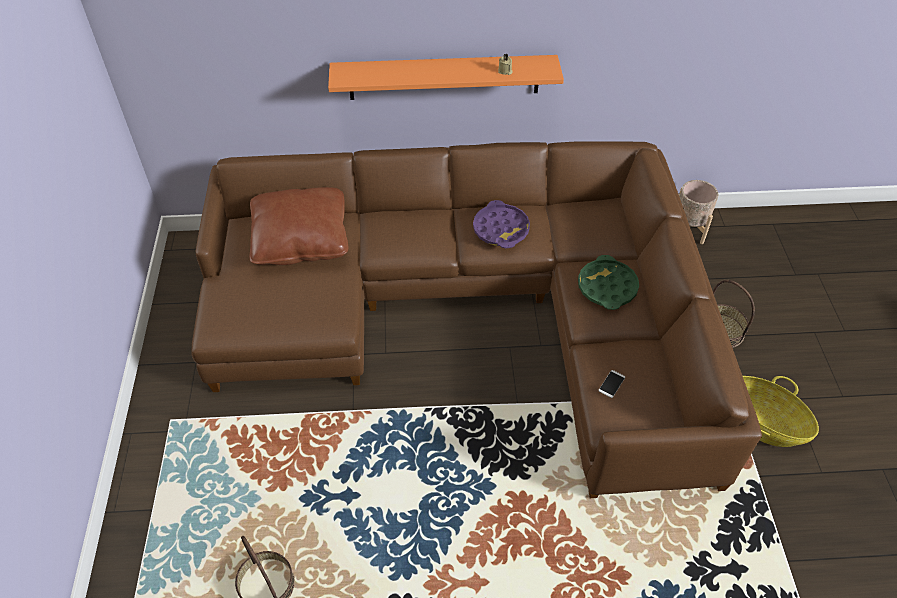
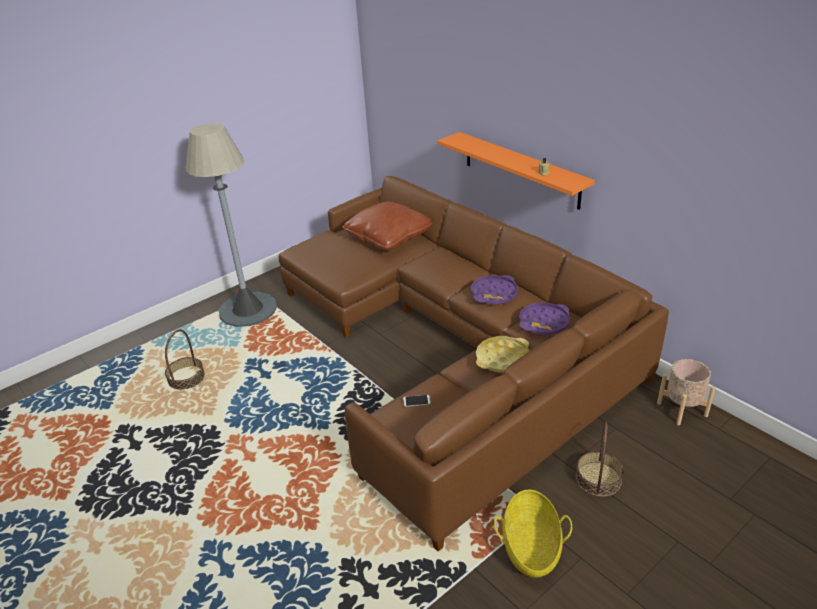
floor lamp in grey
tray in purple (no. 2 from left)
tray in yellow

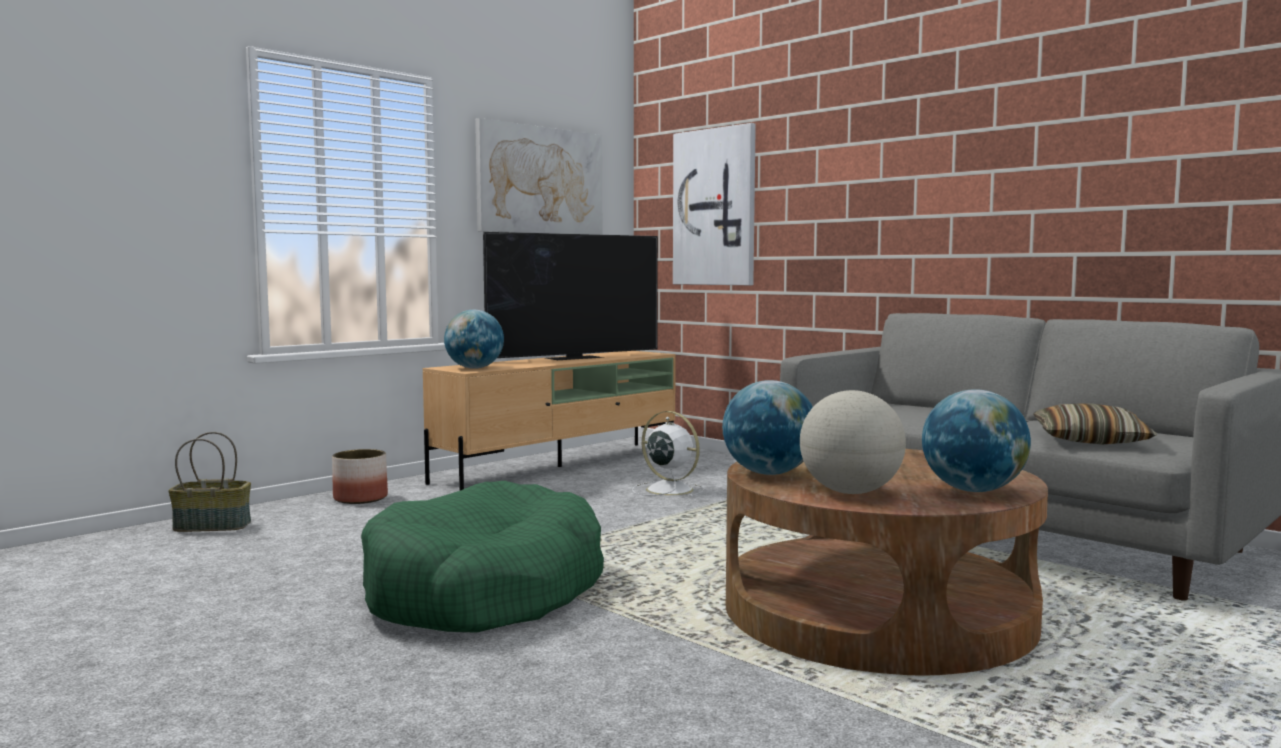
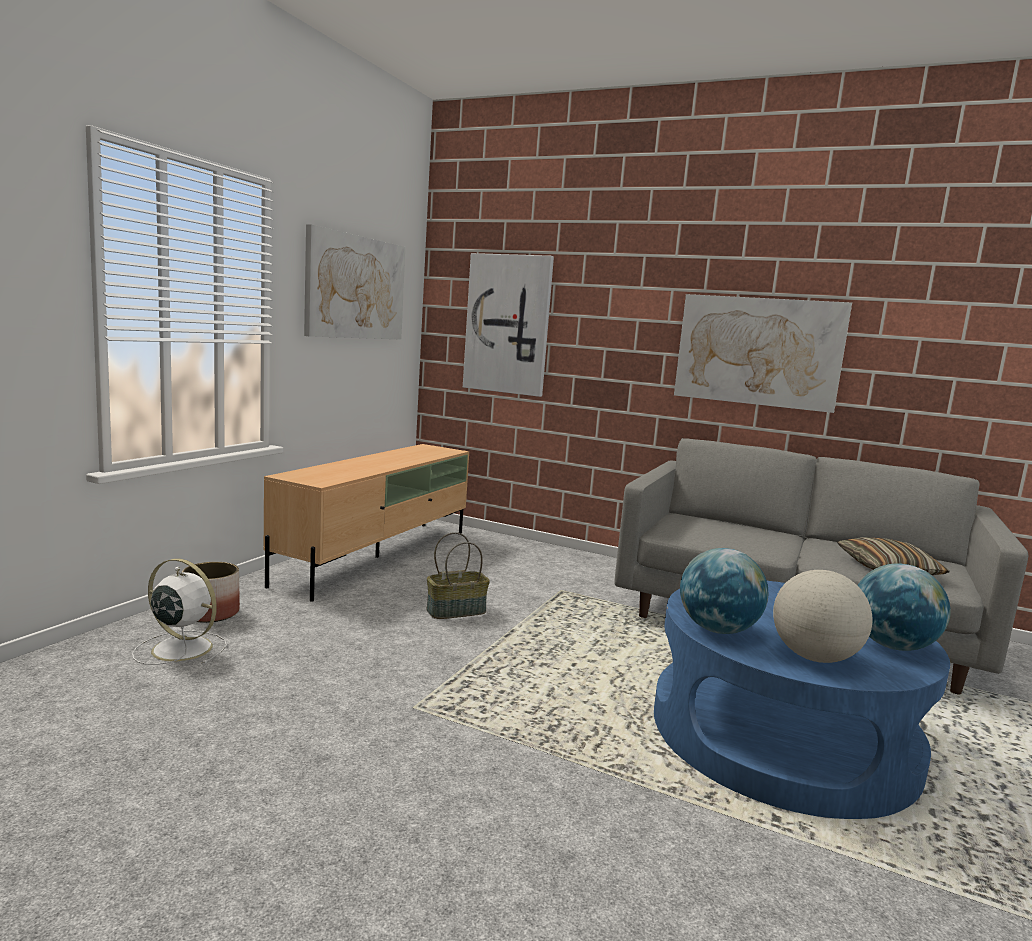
dog bed in green
globe (no. 1 from left in the first image)
television
picture (no. 3 from left)
basket
fan in white
coffee table in blue

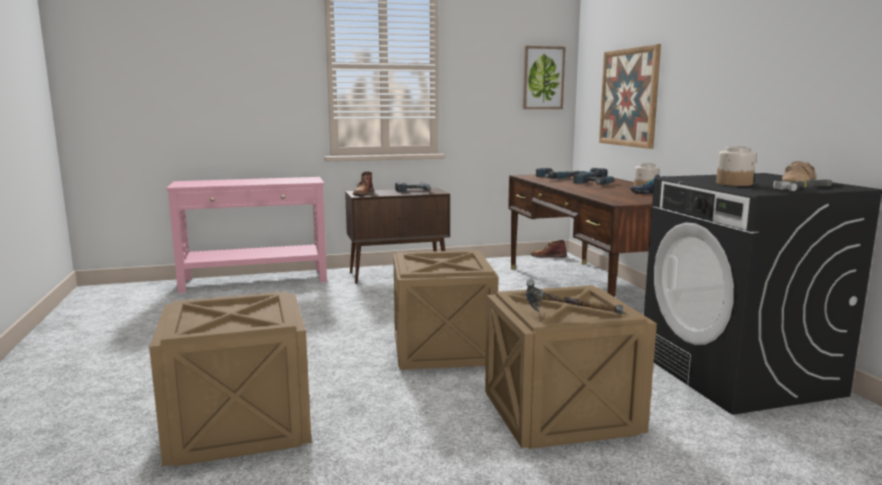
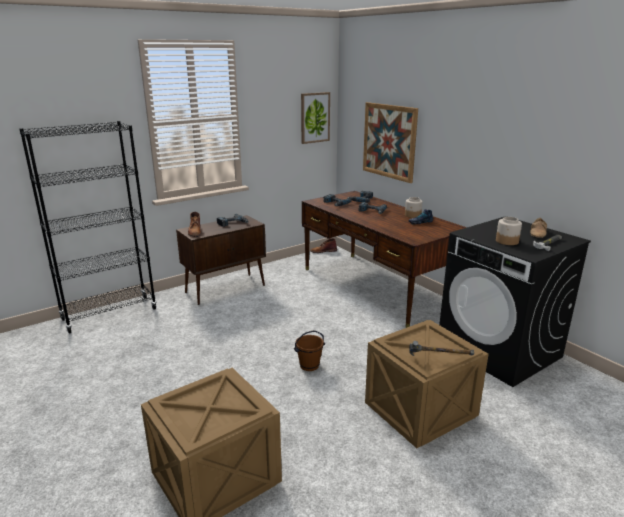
bookcase in black
bucket in brown

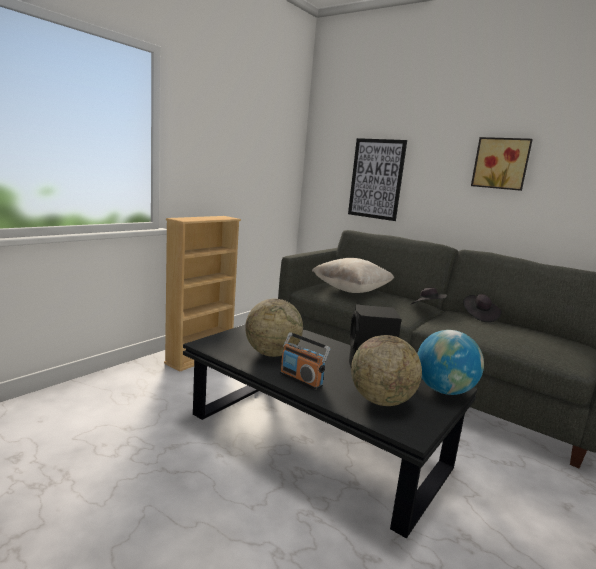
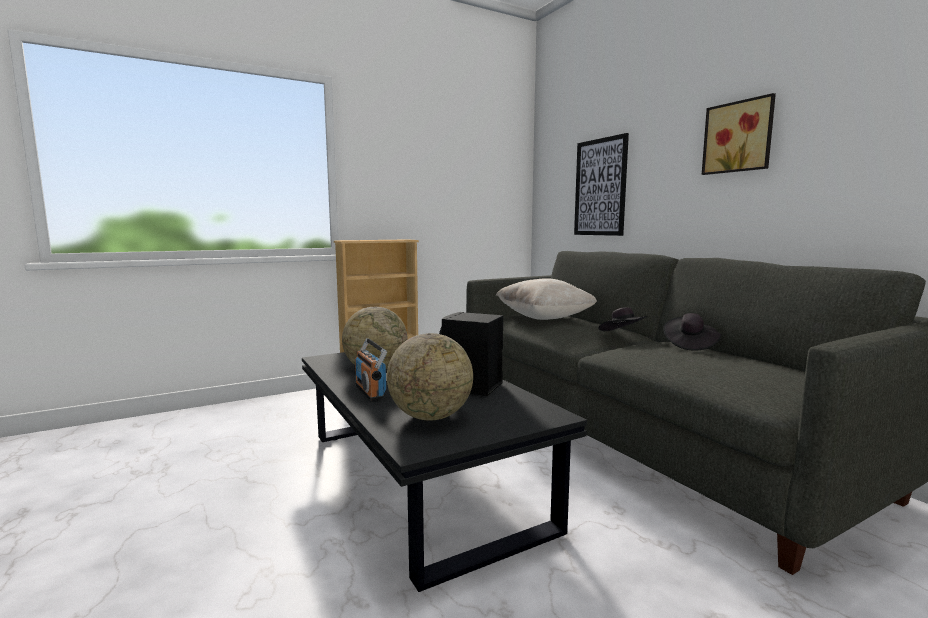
globe (no. 3 from left in the first image)

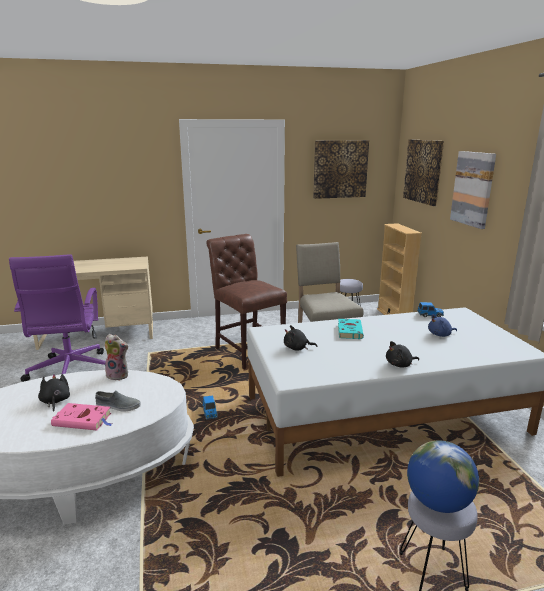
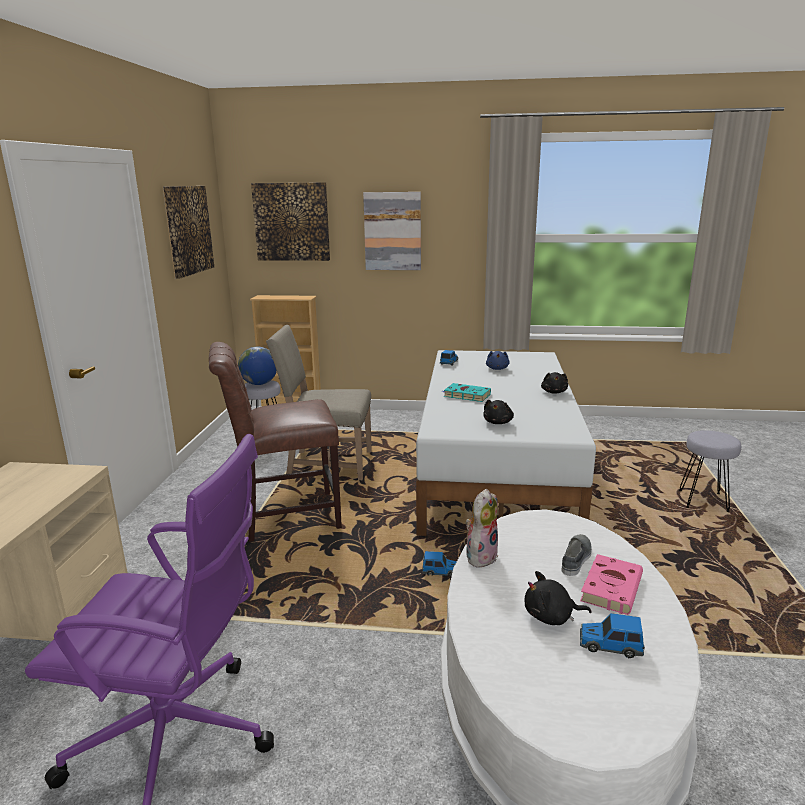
toy car (no. 3 from left)
globe

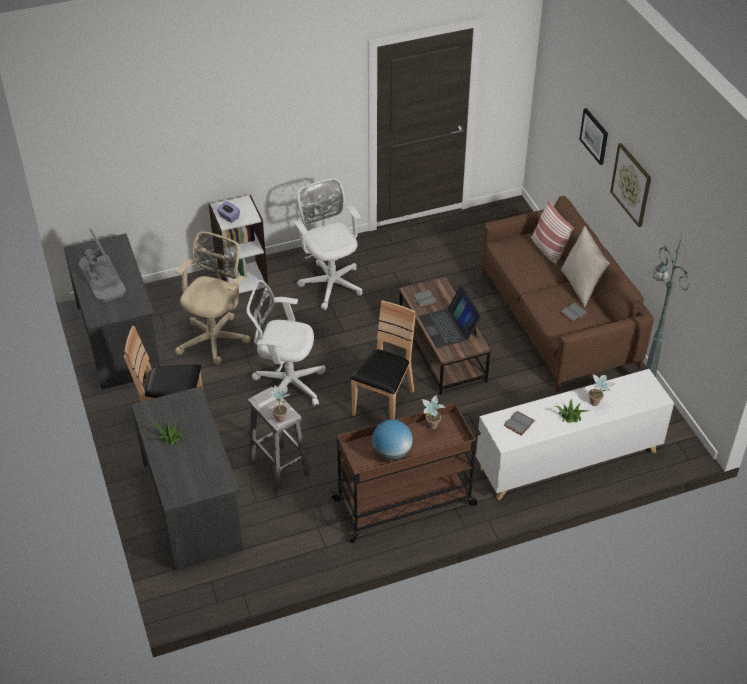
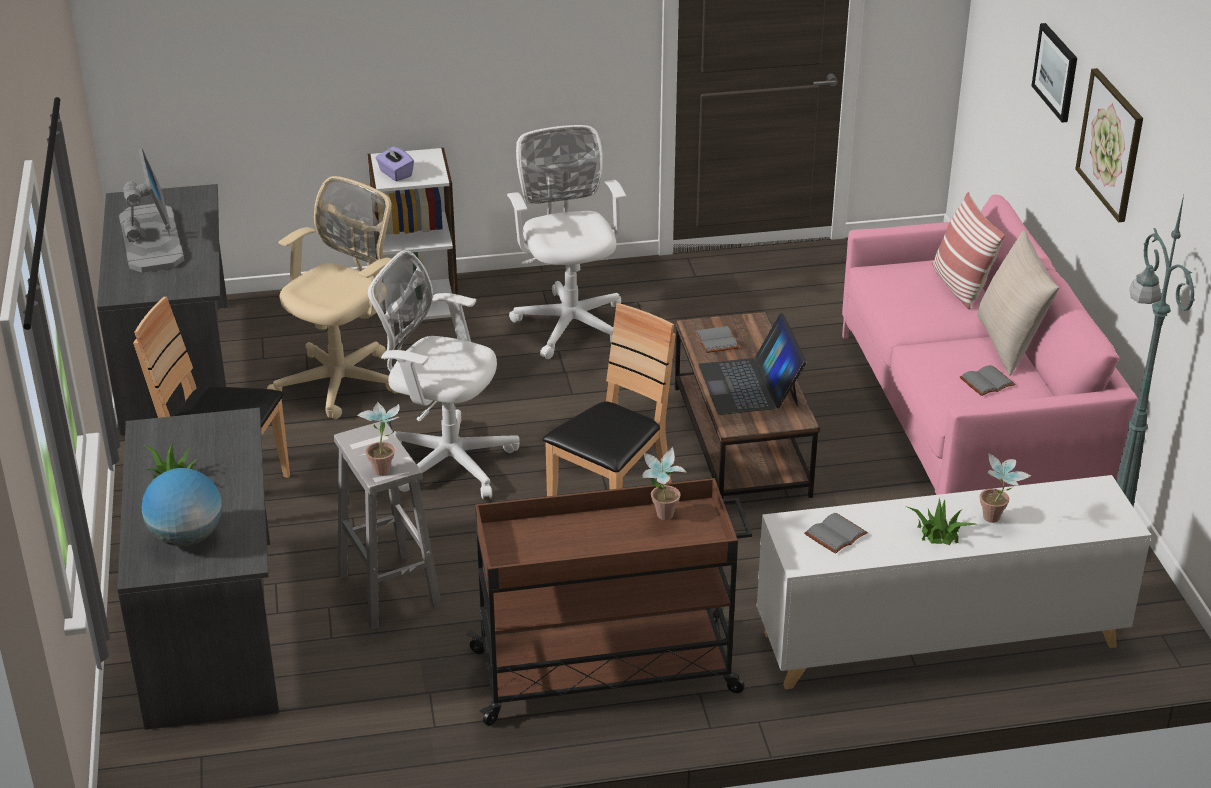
globe
sofa in pink

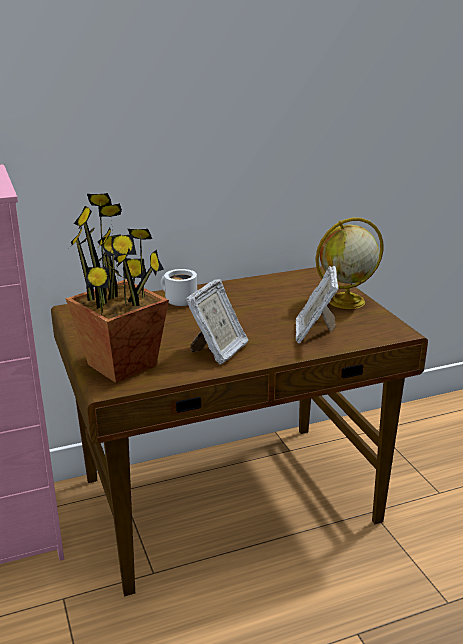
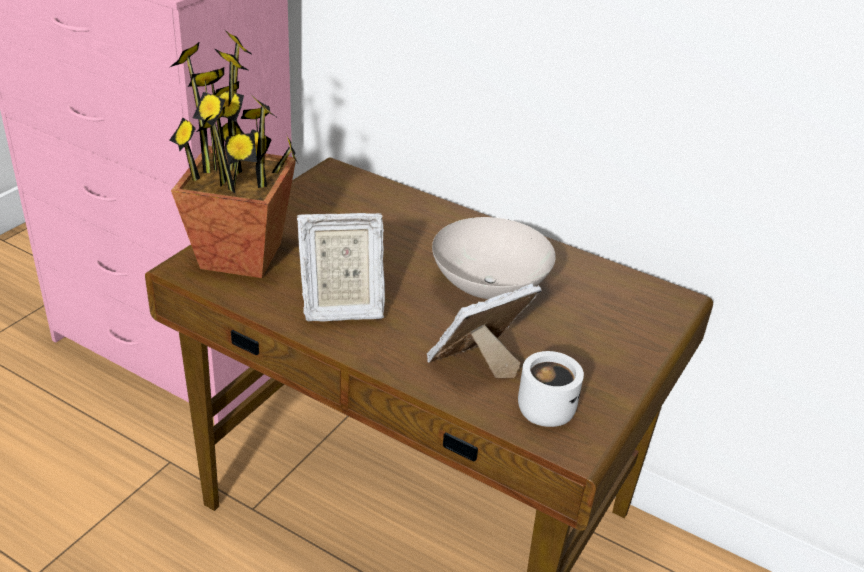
globe
bowl in white
mug in white

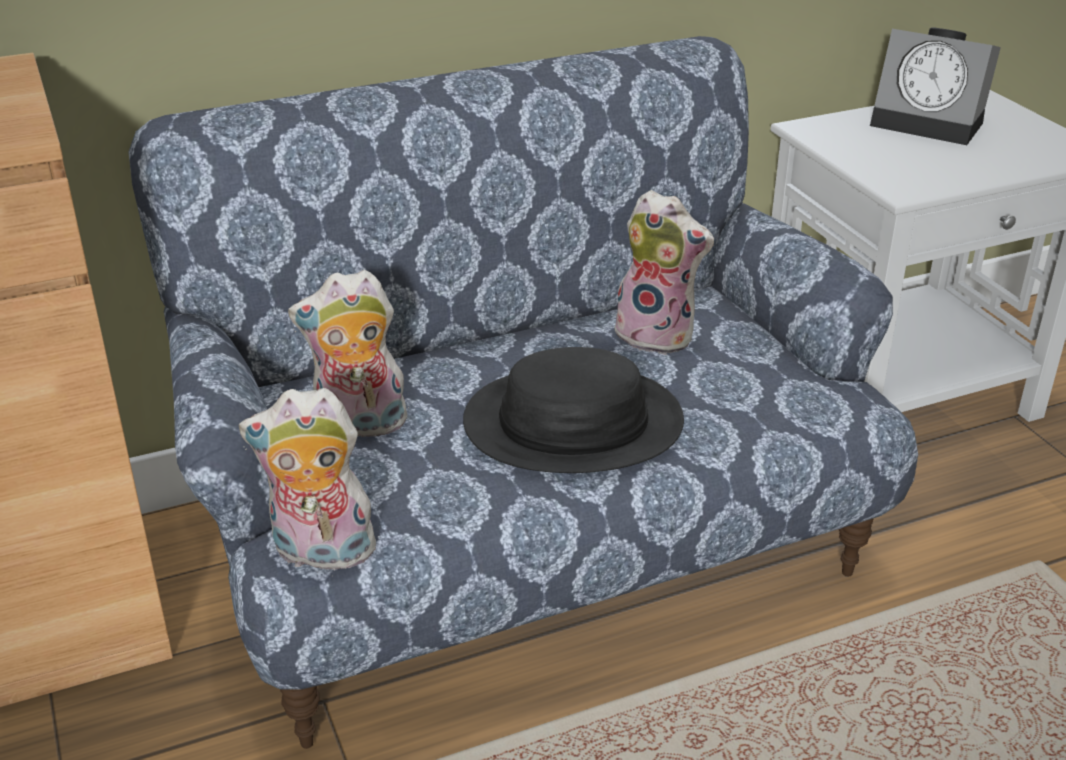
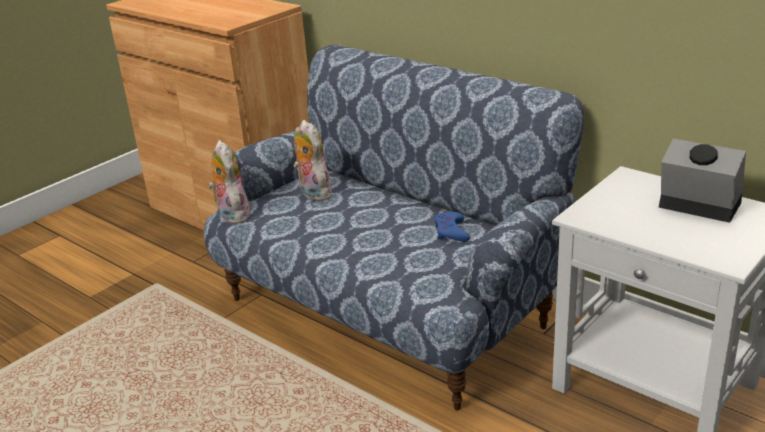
hat in black
game controller in blue
alarm clock

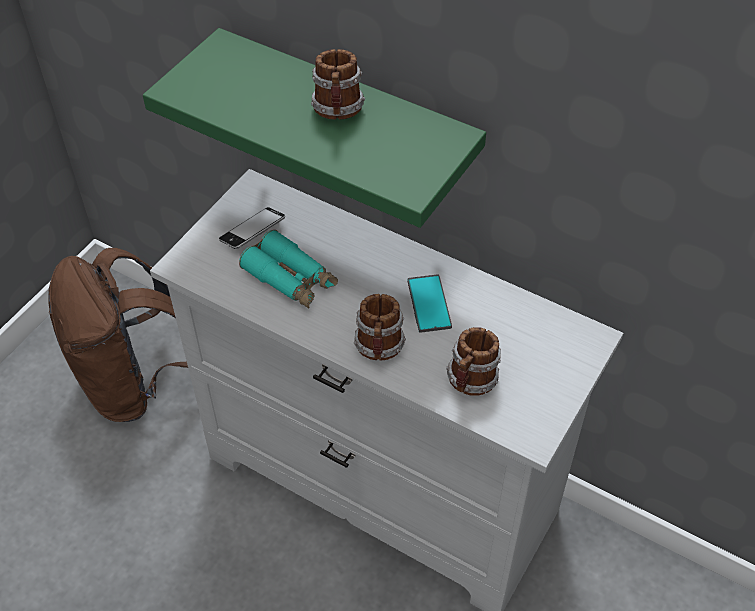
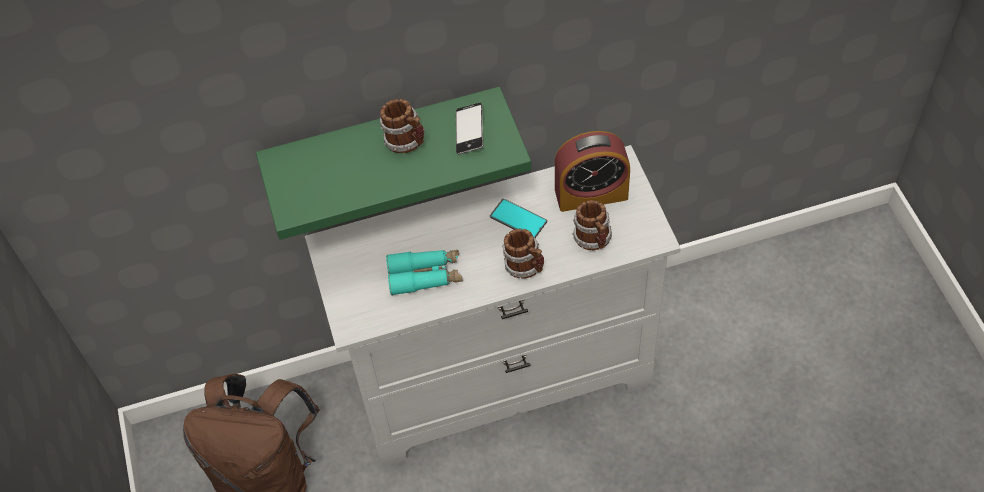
alarm clock
phone (no. 1 from left)

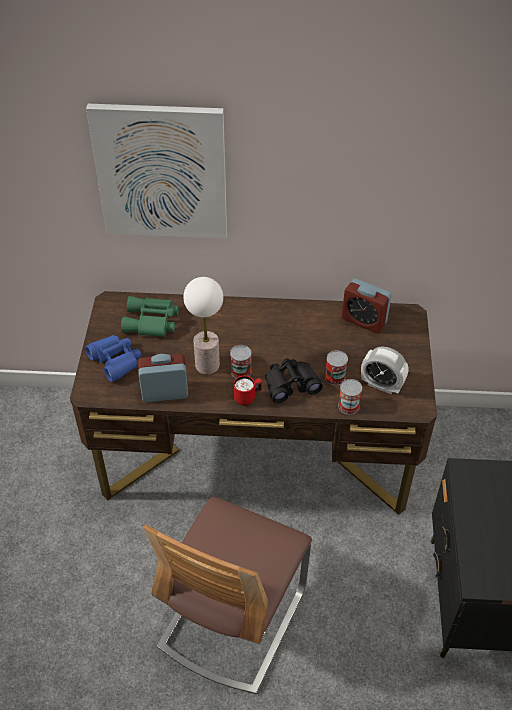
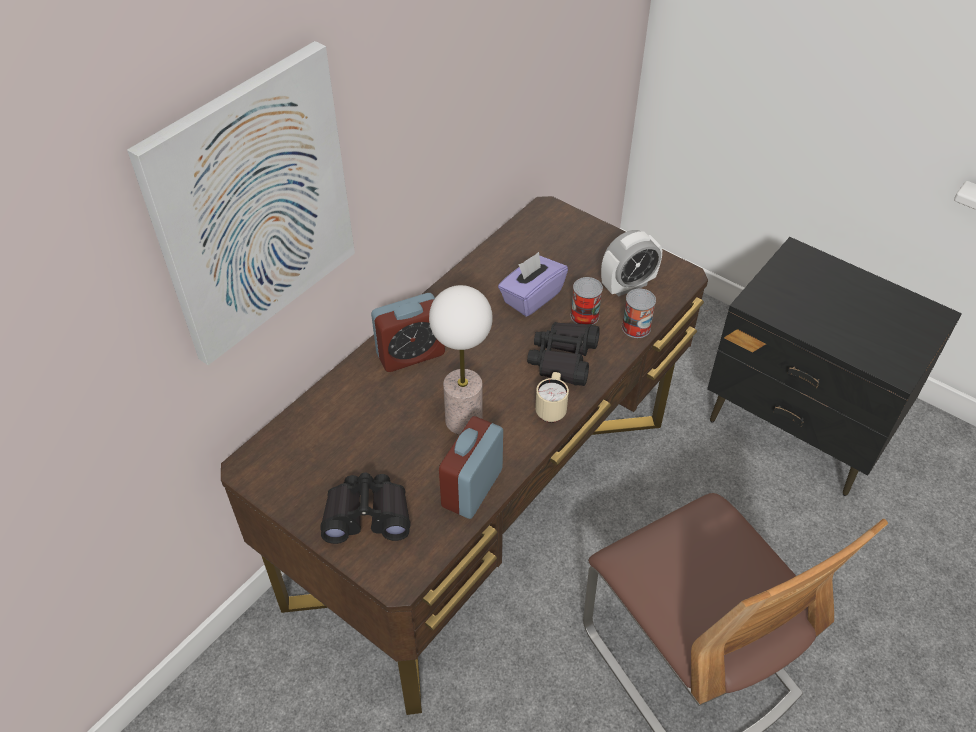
binoculars in green
can (no. 1 from left in the first image)
tissue box in purple
alarm clock (no. 1 from left)
binoculars in black (no. 1 from left)
mug in beige

